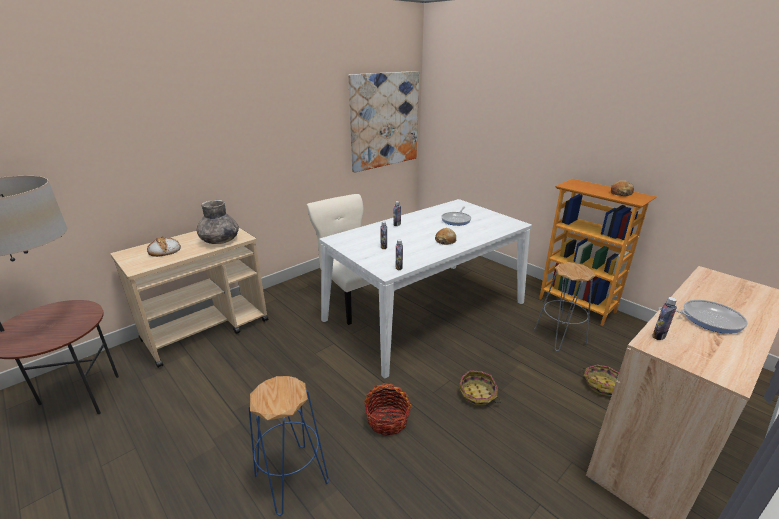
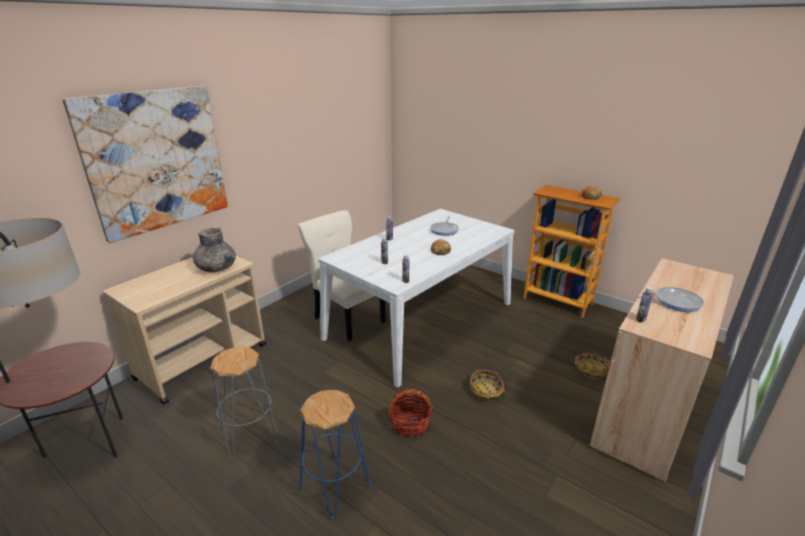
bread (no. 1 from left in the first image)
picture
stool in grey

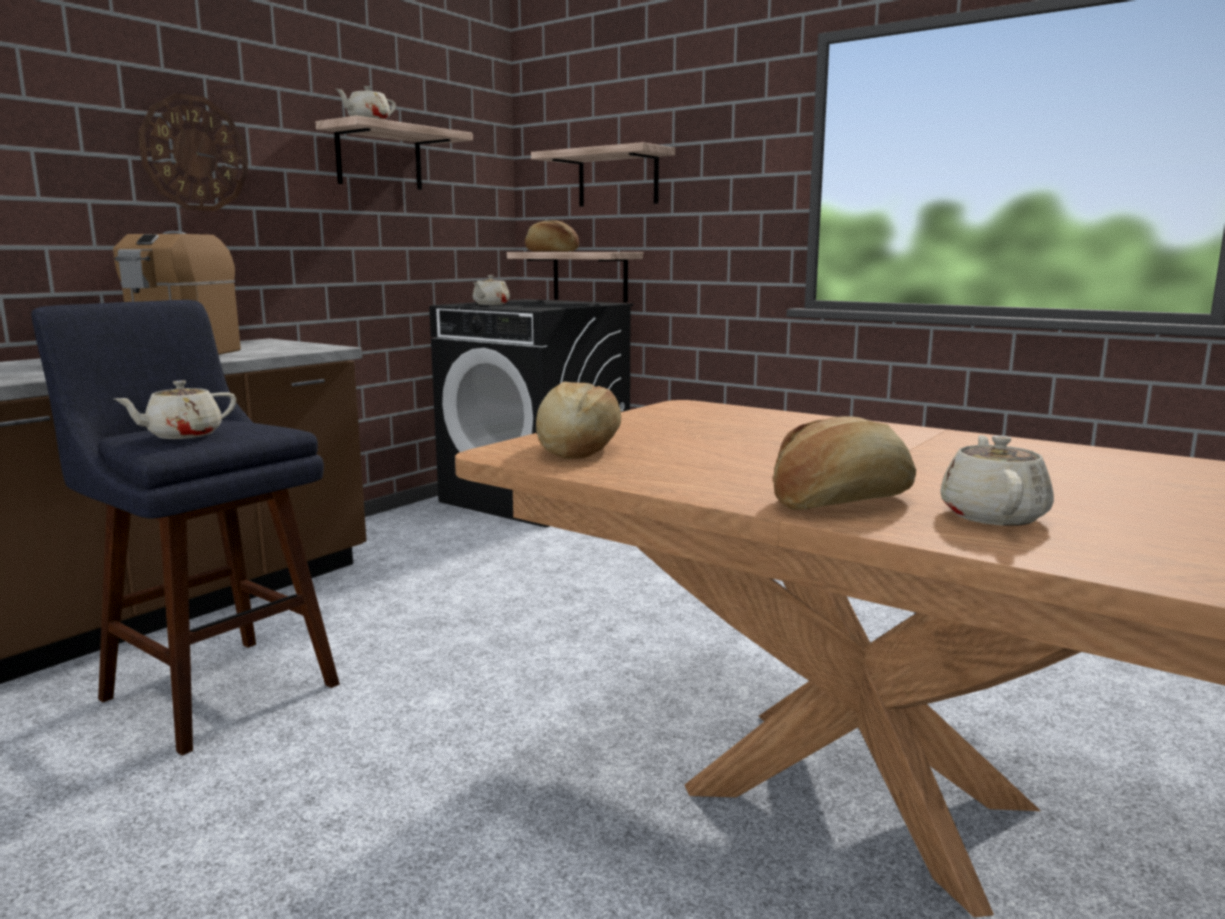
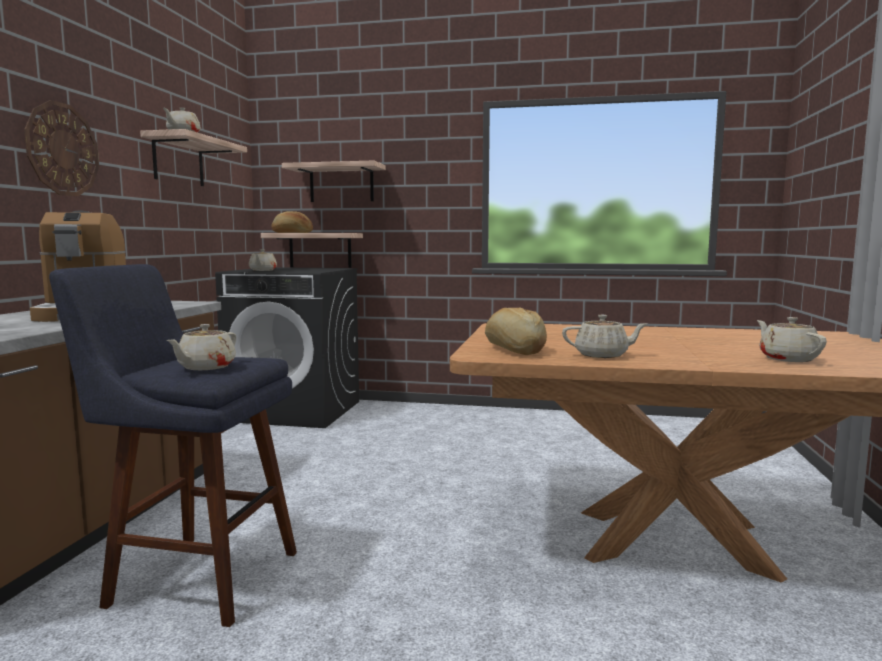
bread (no. 3 from left in the first image)
teapot in beige (no. 4 from left)

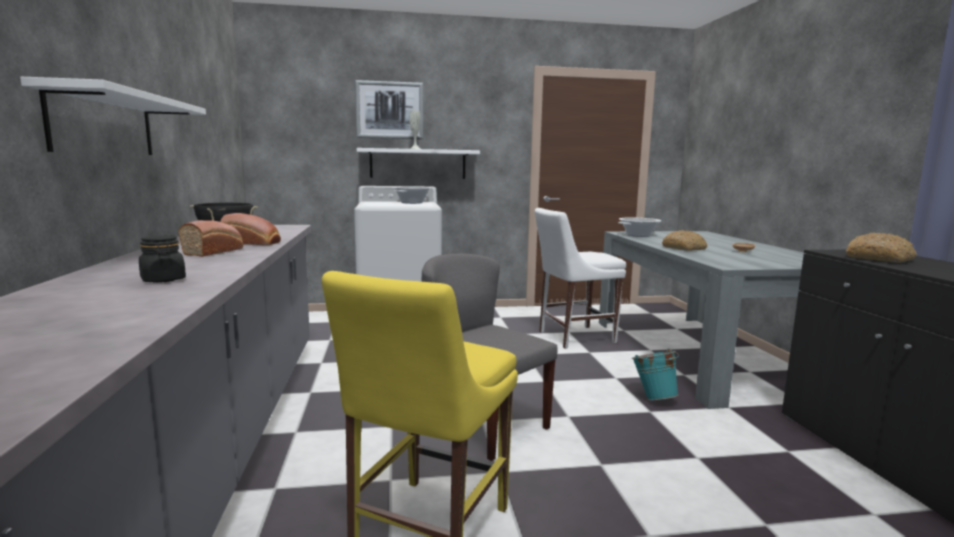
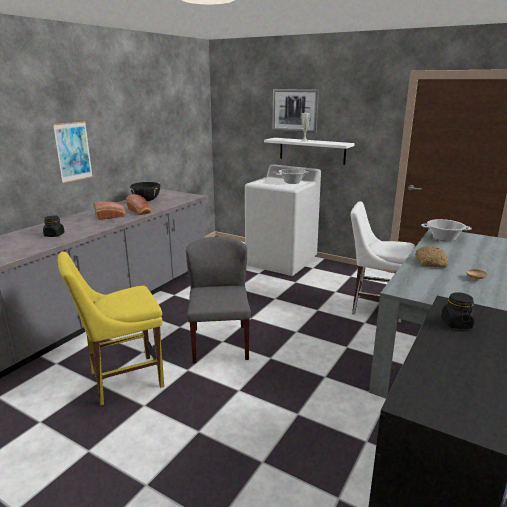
bucket in turquoise
picture (no. 1 from left)
jar in black (no. 2 from left)

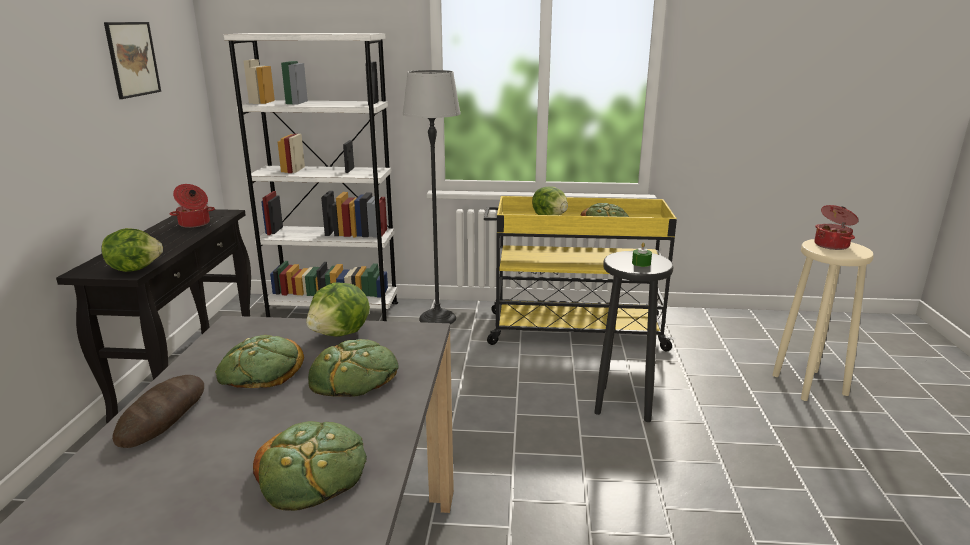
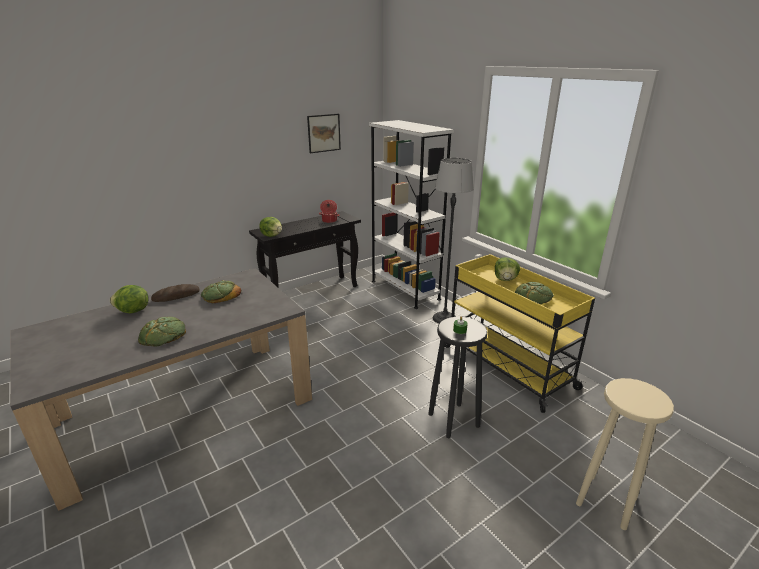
bread (no. 4 from left in the first image)
cooking pot (no. 2 from left in the first image)
lettuce (no. 1 from left)

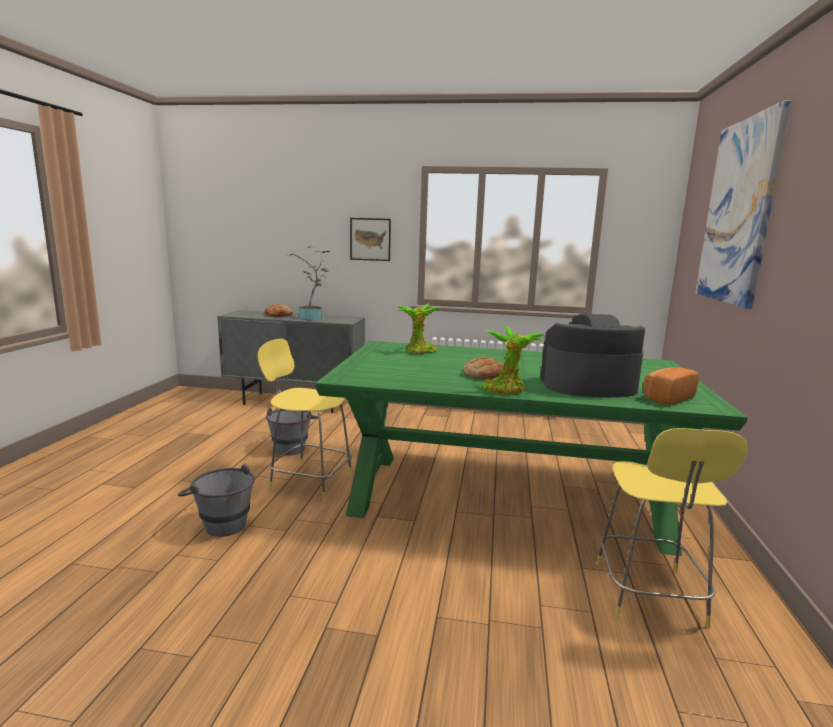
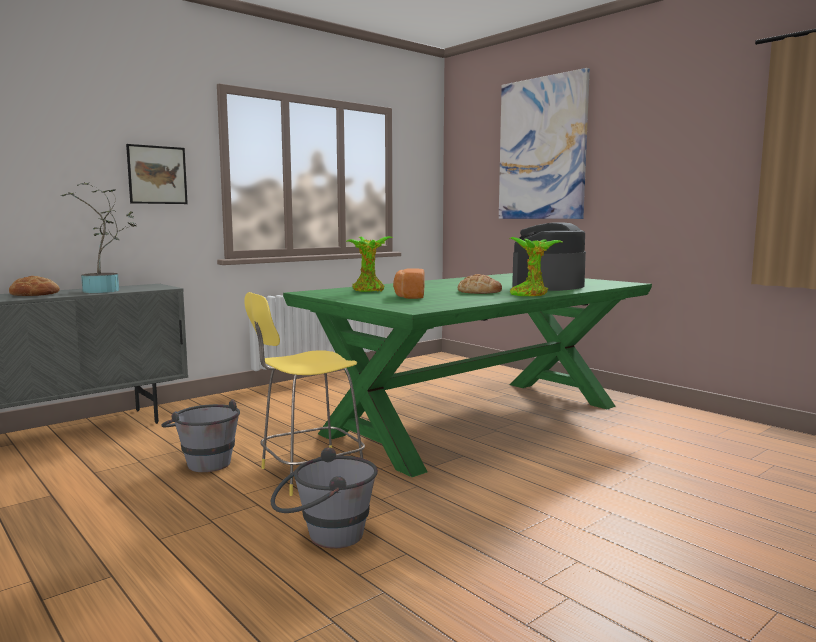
stool in yellow (no. 2 from left in the first image)
bread (no. 2 from left)

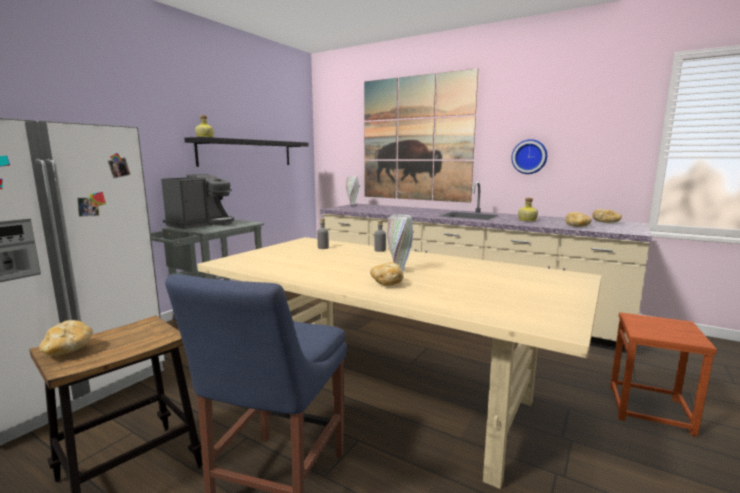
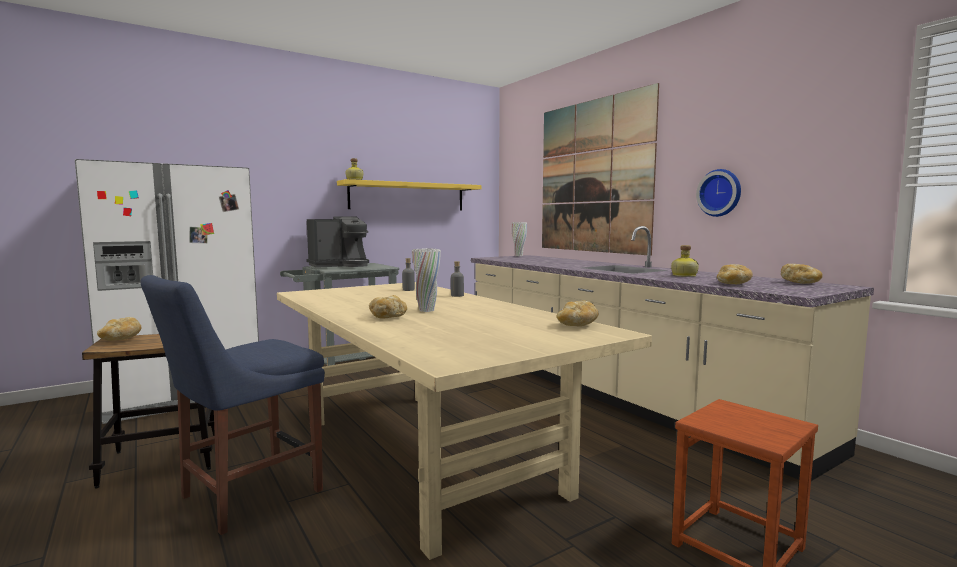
bread (no. 3 from left)
shelf in yellow

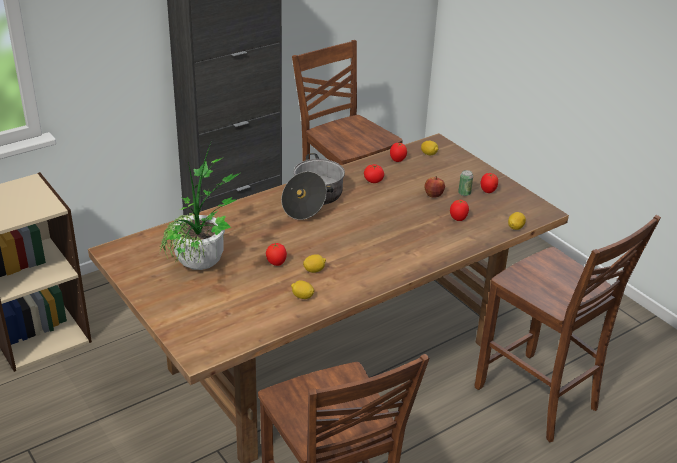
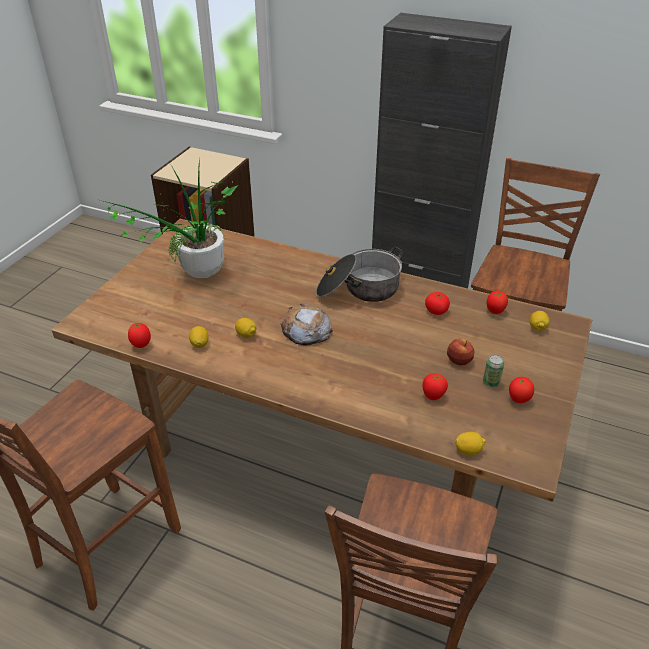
bread
tomato (no. 1 from left)

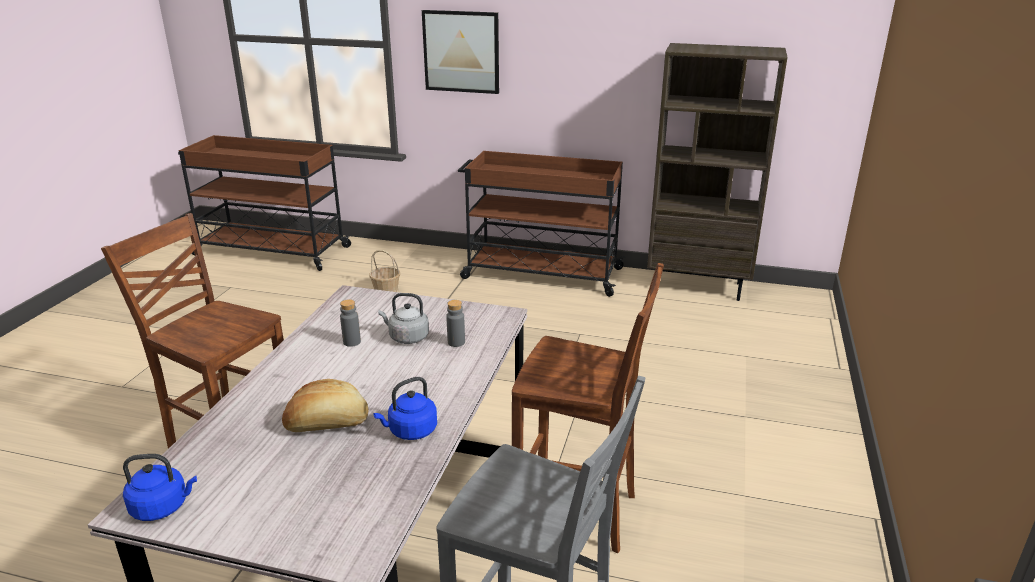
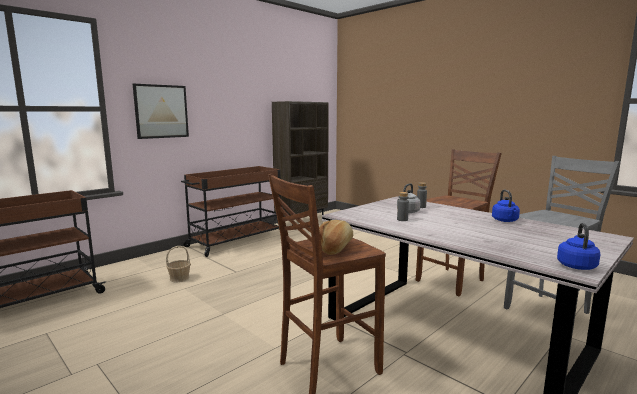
bread

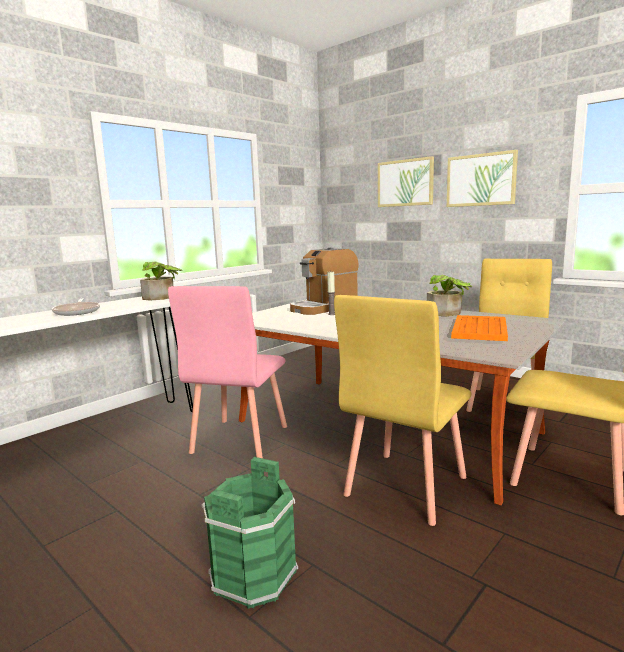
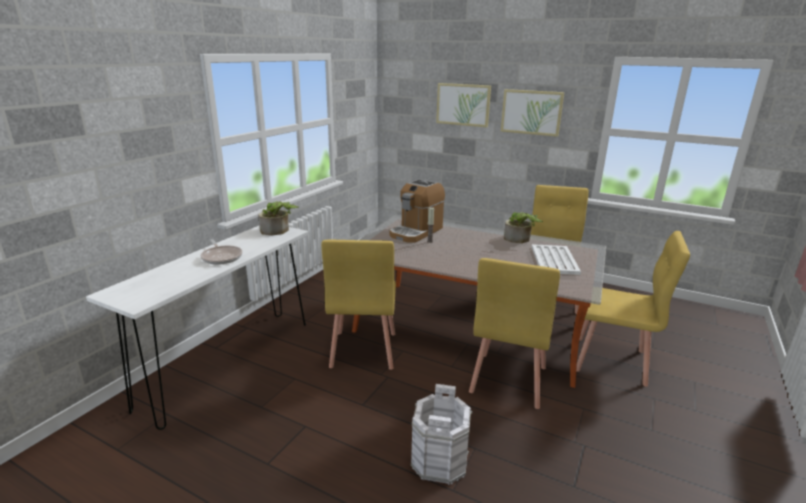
chair in yellow (no. 1 from left)
bucket in white
tray in white

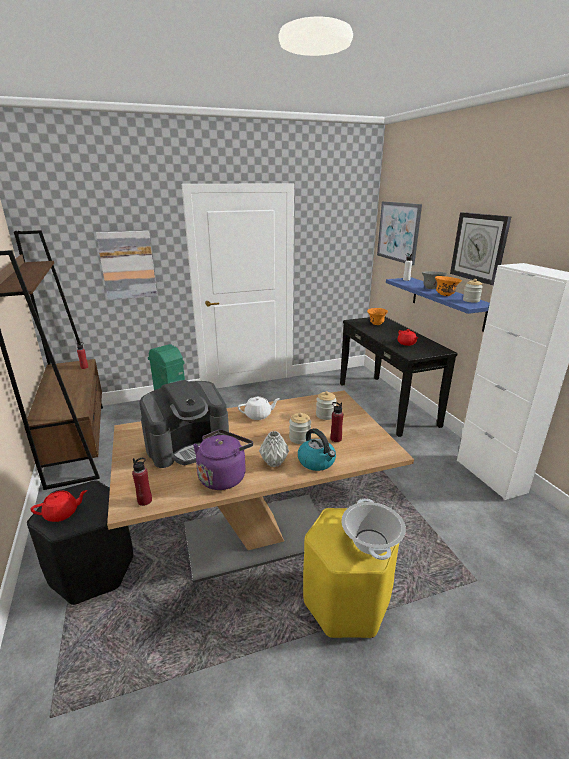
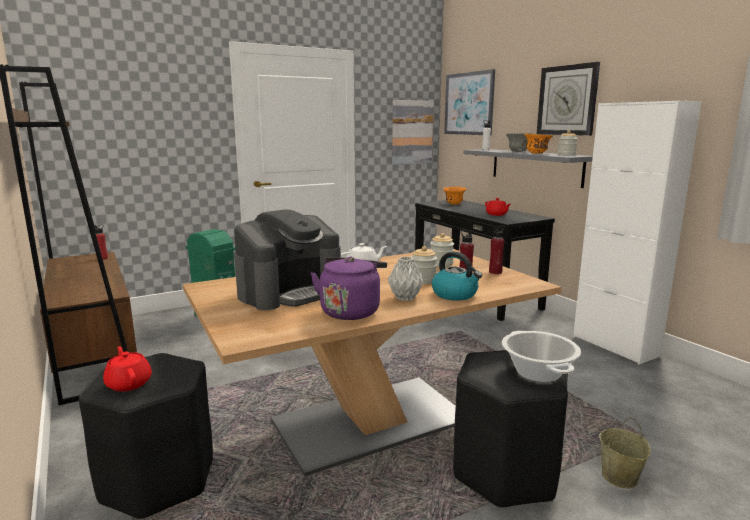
bucket in beige
picture (no. 1 from left)
bottle in red (no. 3 from left)
stool in black (no. 2 from left)
shelf in grey
teapot in red (no. 1 from left)

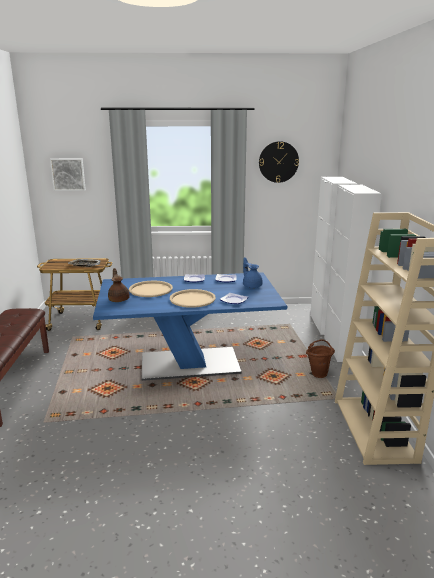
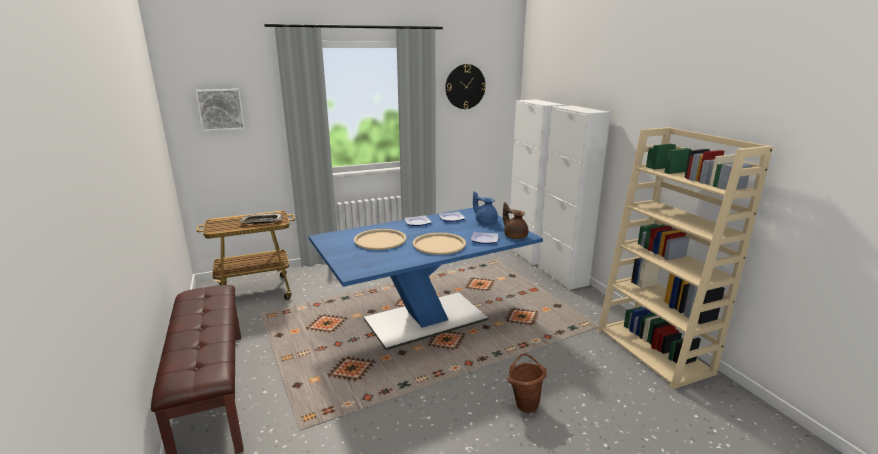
teapot in brown
bucket in brown

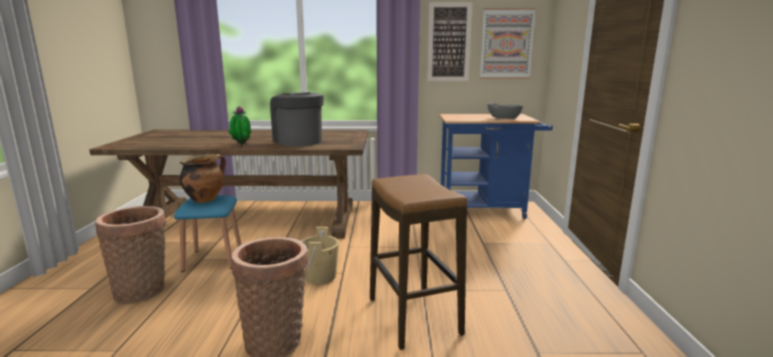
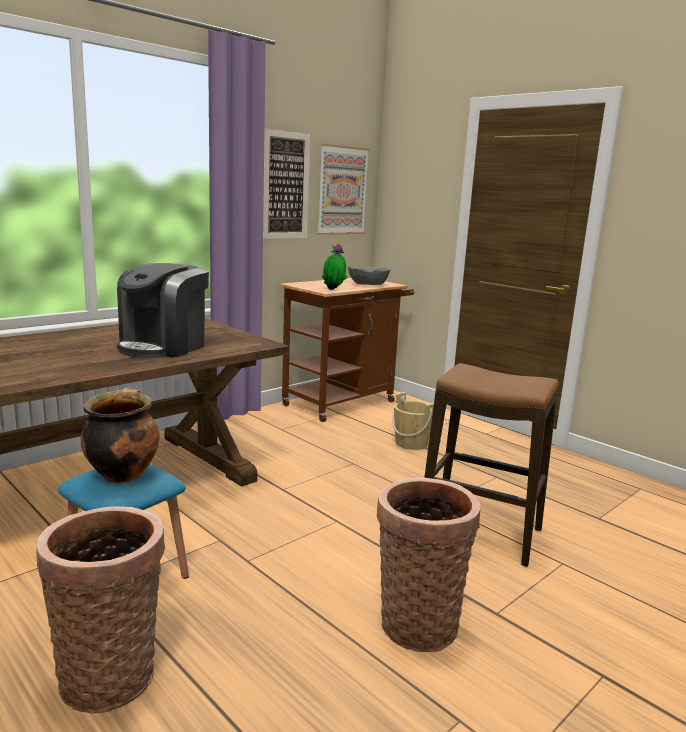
potted plant
bucket in beige
cart in brown
coffee machine

